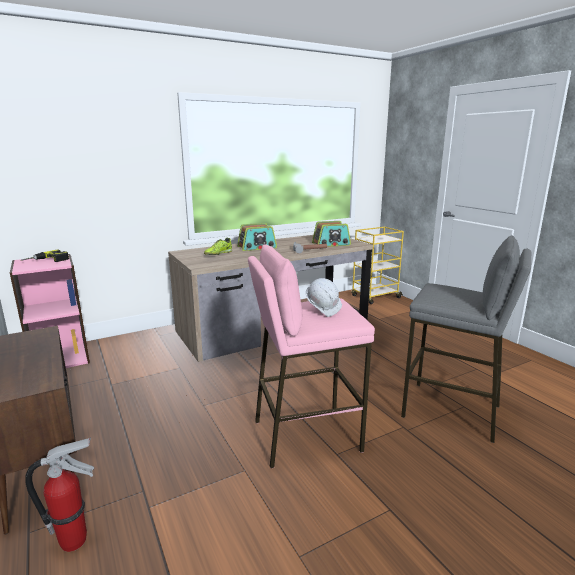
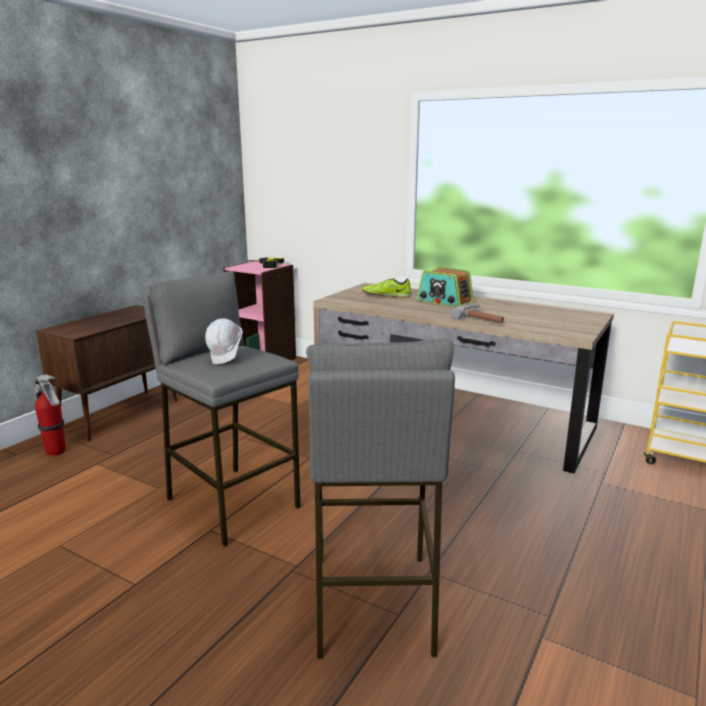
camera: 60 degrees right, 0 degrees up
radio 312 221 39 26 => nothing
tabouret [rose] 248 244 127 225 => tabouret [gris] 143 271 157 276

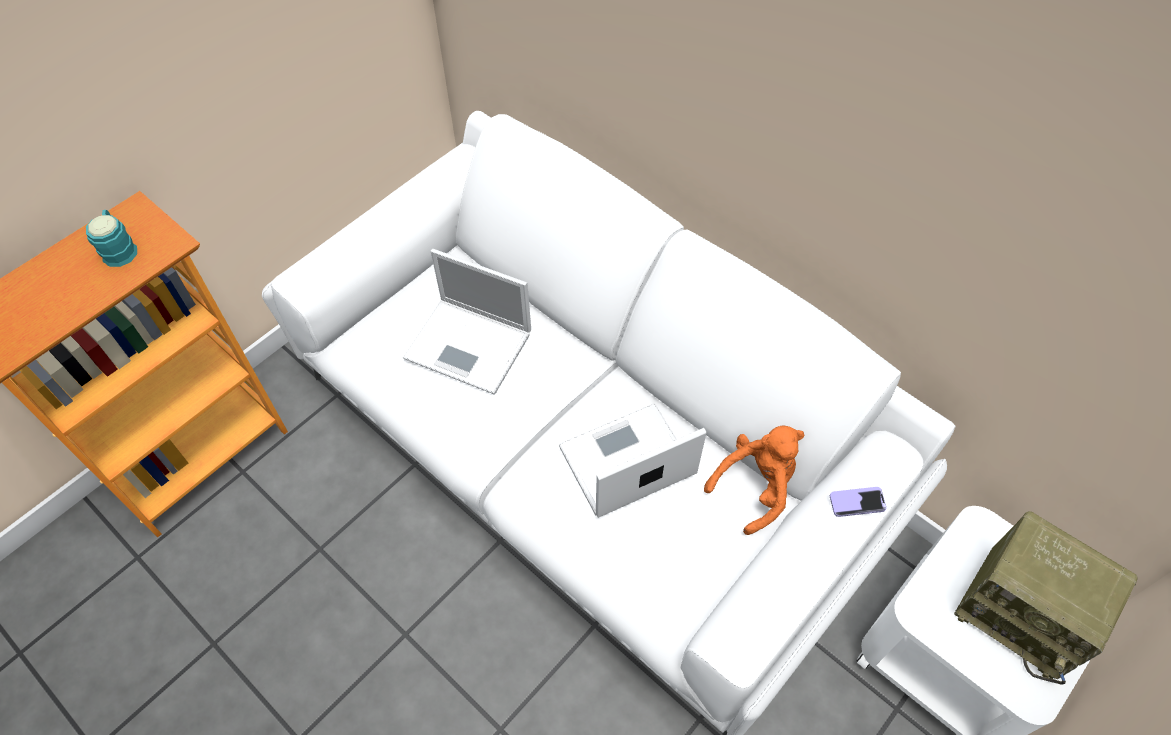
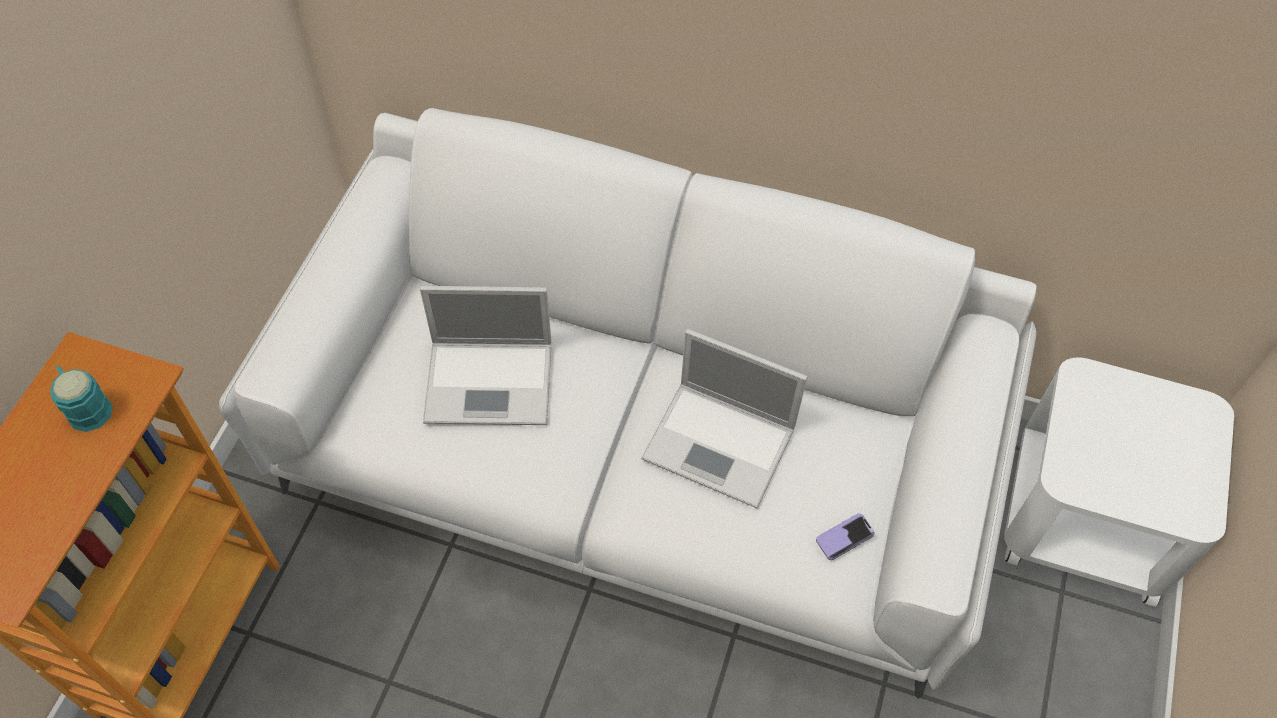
camera: 25 degrees left, 0 degrees up
peluche [orange] 704 426 101 109 => nothing
radio 954 511 183 174 => nothing
téléphone 830 487 57 30 => téléphone 816 513 59 47, move
ordinateur portable 559 403 147 115 => ordinateur portable 641 329 167 179, 105 degrees counterclockwise

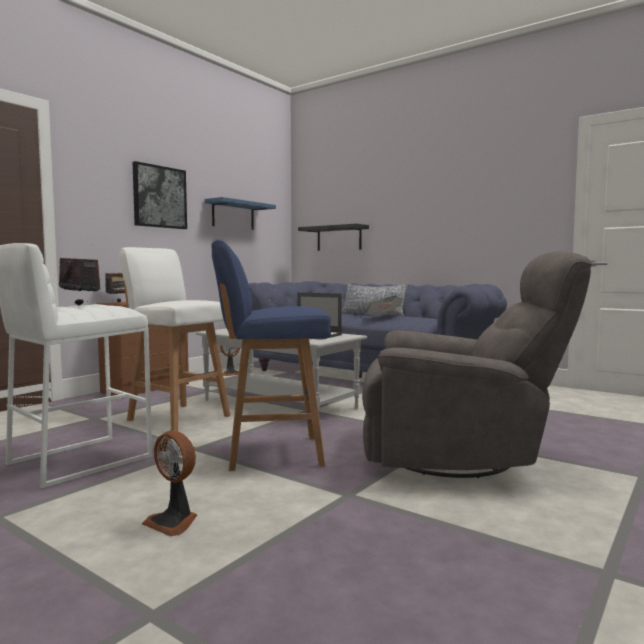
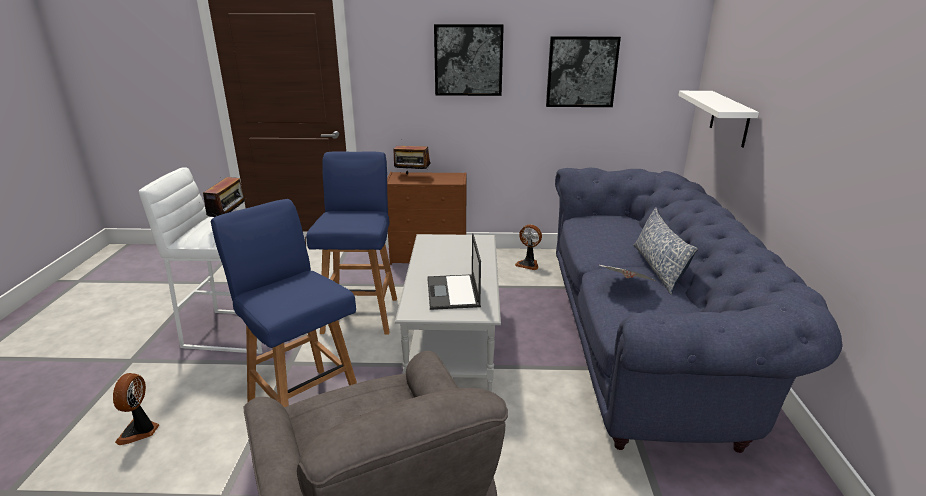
camera: 55 degrees right, 20 degrees up
étagère [bleu] 205 197 71 33 => tableau 546 36 75 71
tabouret [blanc] 119 247 111 184 => tabouret [bleu] 306 151 91 184
étagère [noir] 298 224 71 27 => étagère [blanc] 678 91 81 57

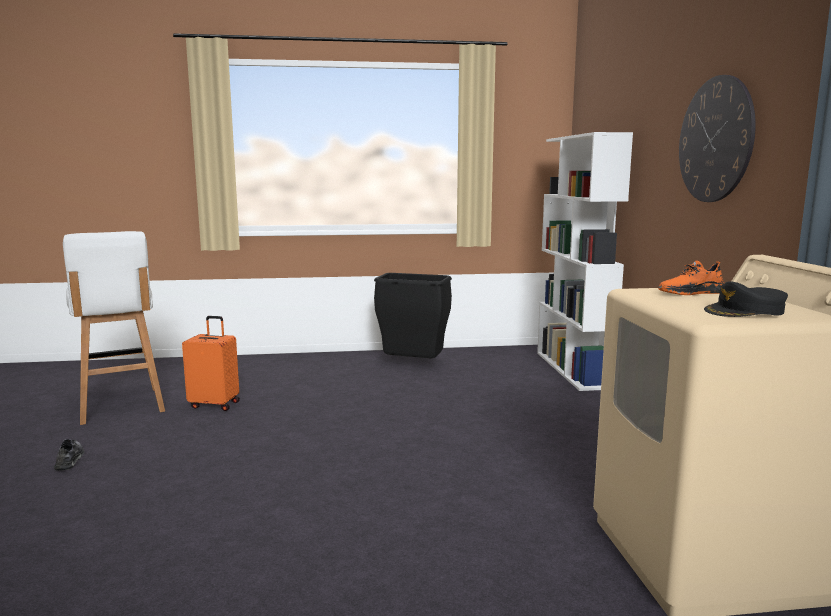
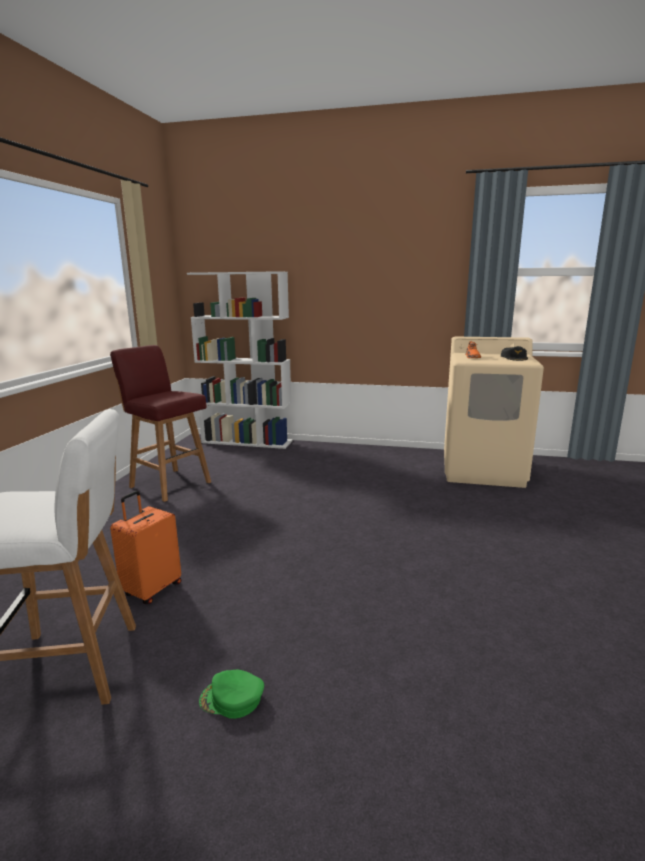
camera: 70 degrees left, 5 degrees up
horloge murale 679 75 77 127 => nothing
chaussure [gris] 54 439 30 32 => casquette [vert] 199 670 65 49
poubelle [noir] 374 273 78 86 => tabouret [rouge] 110 345 101 157

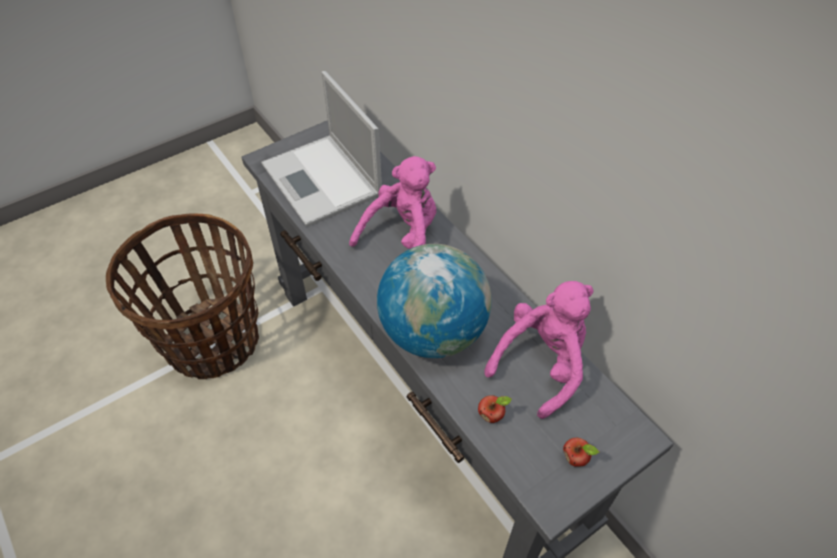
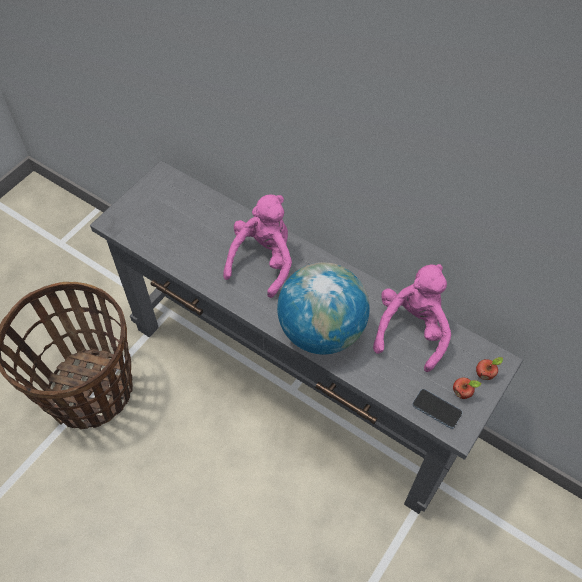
camera: 20 degrees left, 5 degrees up
ordinateur portable 261 71 121 156 => nothing
nothing => téléphone 412 389 50 40
pomme 478 395 34 28 => pomme 476 357 27 23, move

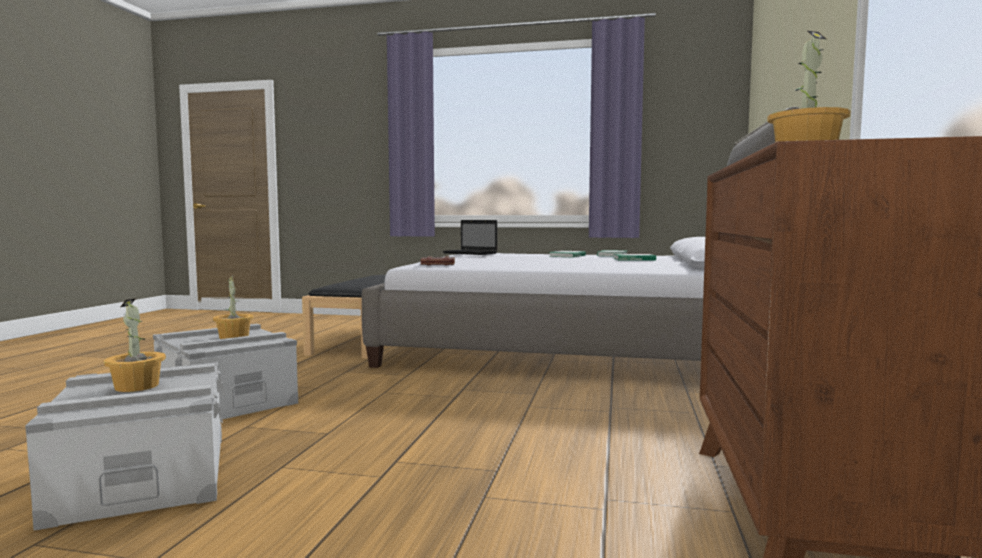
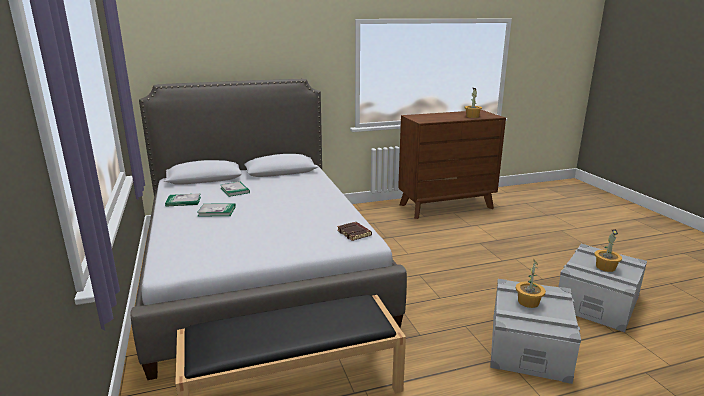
camera: 120 degrees left, 15 degrees up
ordinateur portable 443 220 54 35 => nothing

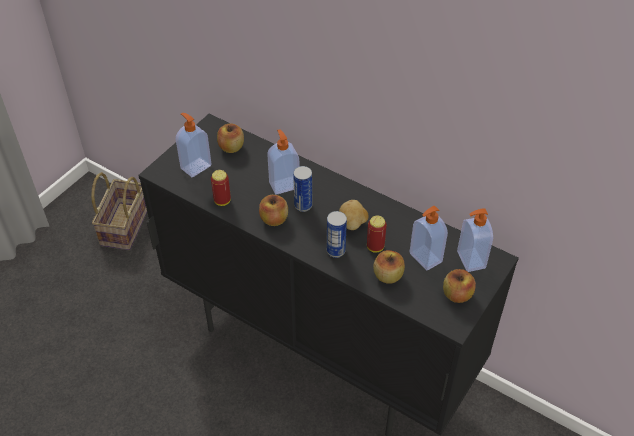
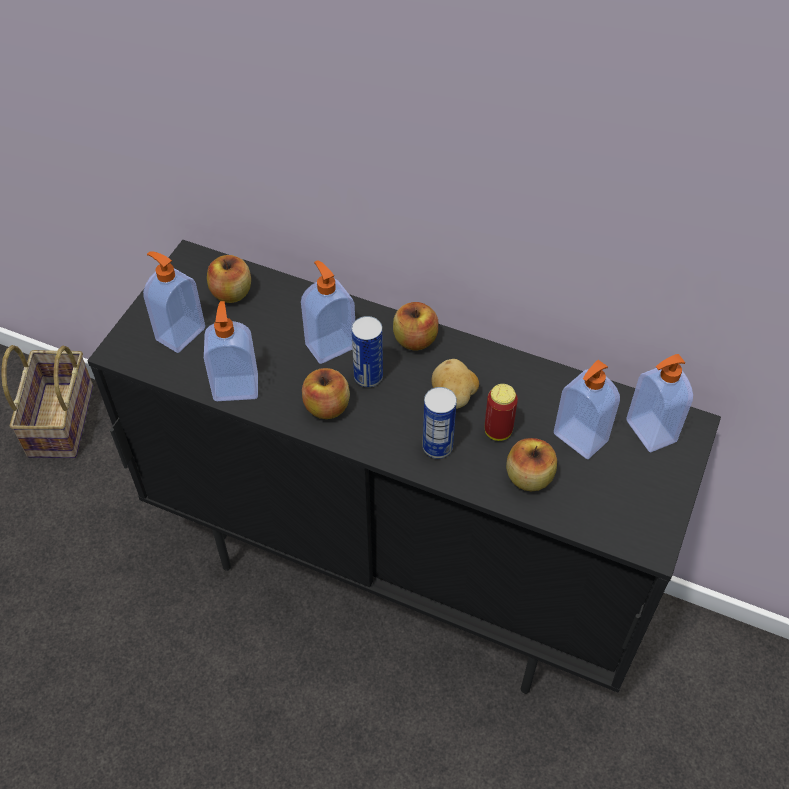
camera: 10 degrees left, 5 degrees up
pomme 443 269 33 34 => pomme 393 302 45 48, move
boîte métallique 211 170 20 36 => distributeur de savon 204 301 54 100

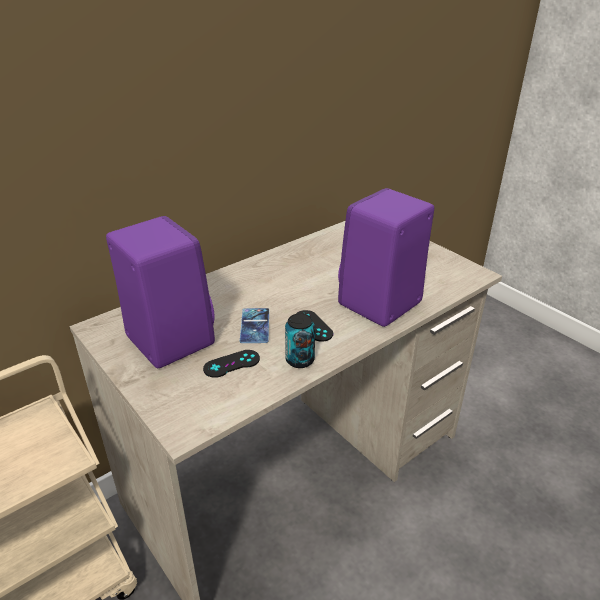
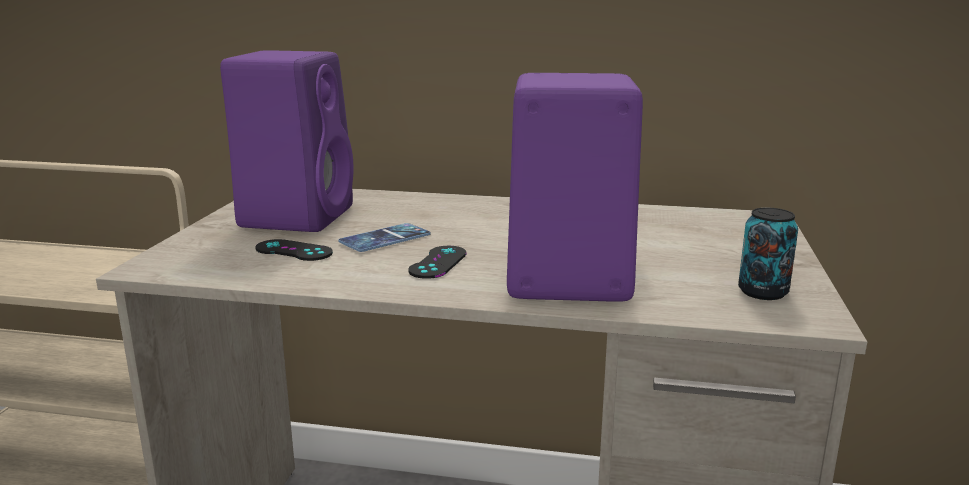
camera: 50 degrees right, 15 degrees down
boîte métallique 285 313 30 55 => boîte métallique 738 207 60 93, move

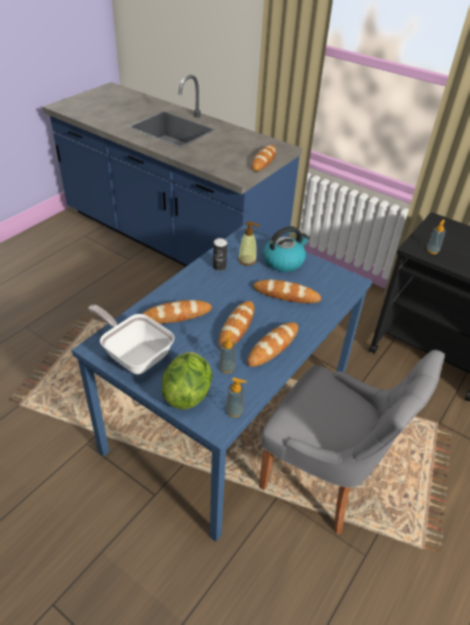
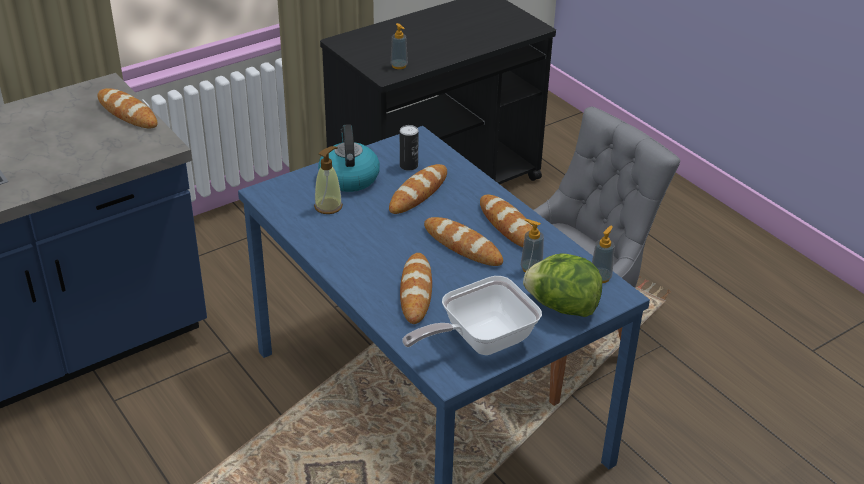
camera: 70 degrees left, 5 degrees down
boîte métallique 213 238 14 33 => boîte métallique 400 125 19 46, move

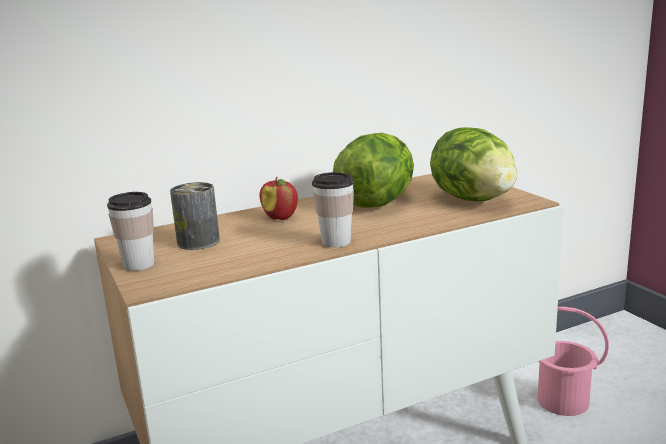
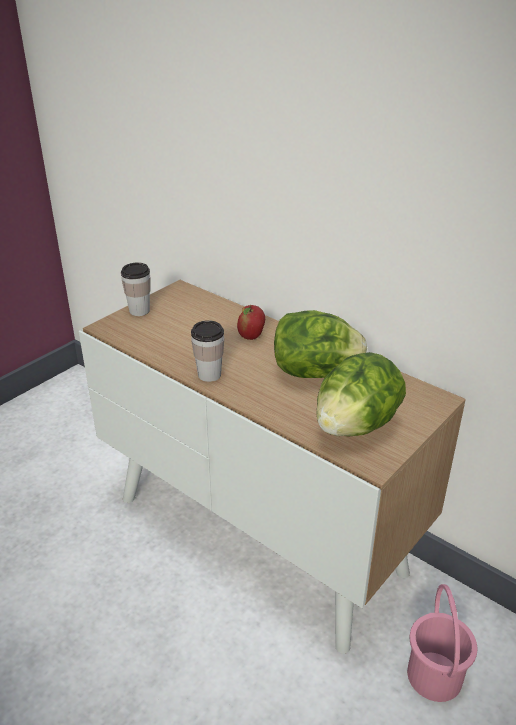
camera: 65 degrees right, 15 degrees up
boîte métallique 170 182 50 68 => nothing

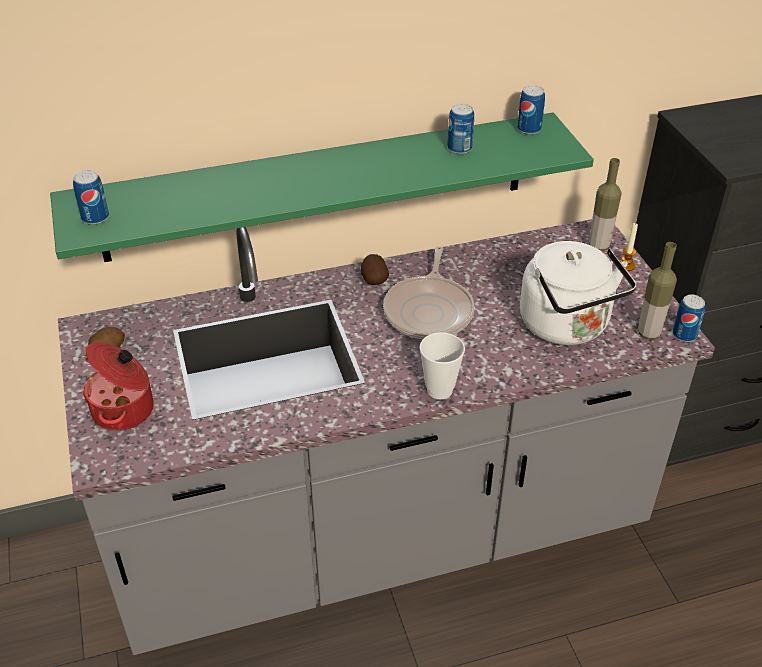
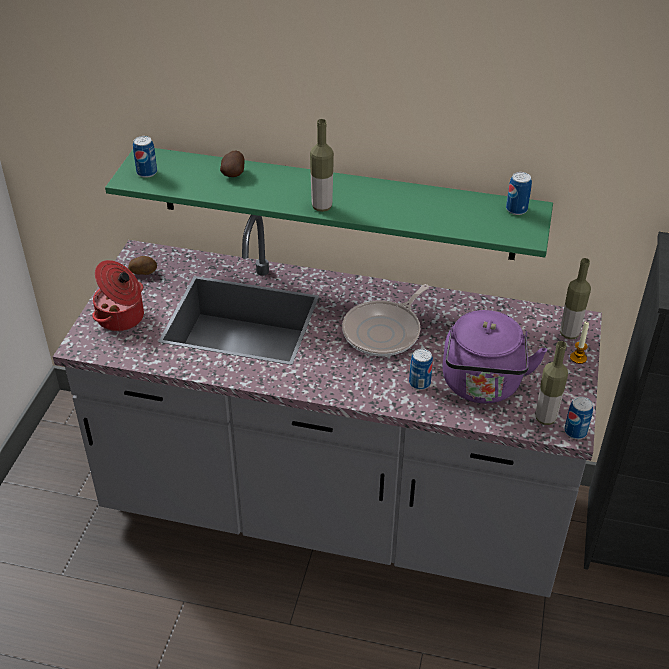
camera: 30 degrees right, 0 degrees up
tasse 419 332 46 67 => nothing
nothing => bouteille 310 119 24 93
pomme de terre 360 254 29 31 => pomme de terre 220 150 25 27, move
boîte métallique 447 104 27 50 => boîte métallique 409 349 24 41, move
bouilloire [blanc] 520 241 117 104 => bouilloire [violet] 442 310 105 94

